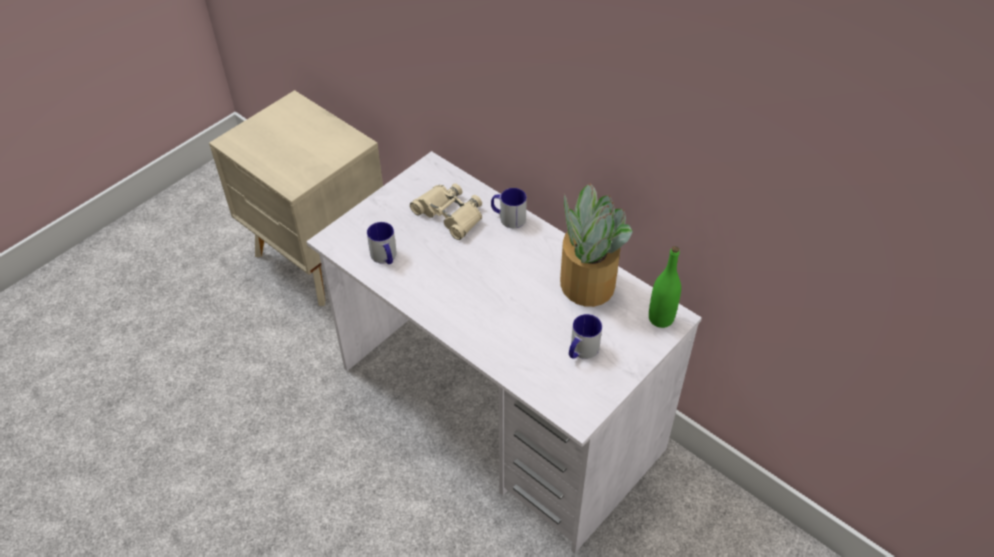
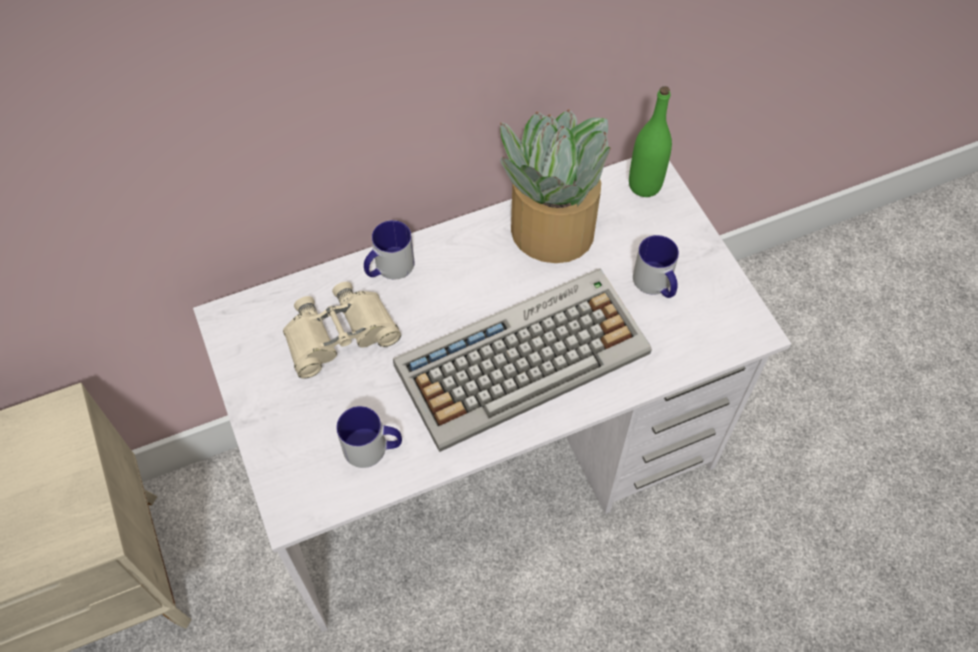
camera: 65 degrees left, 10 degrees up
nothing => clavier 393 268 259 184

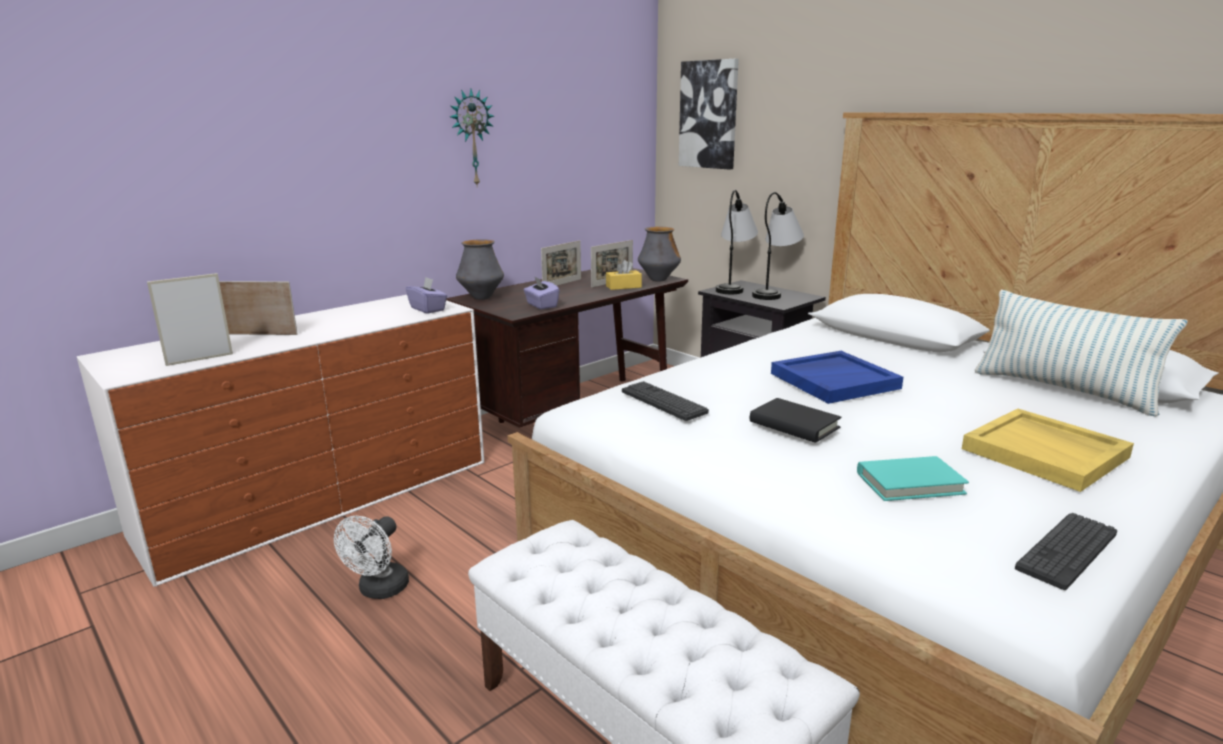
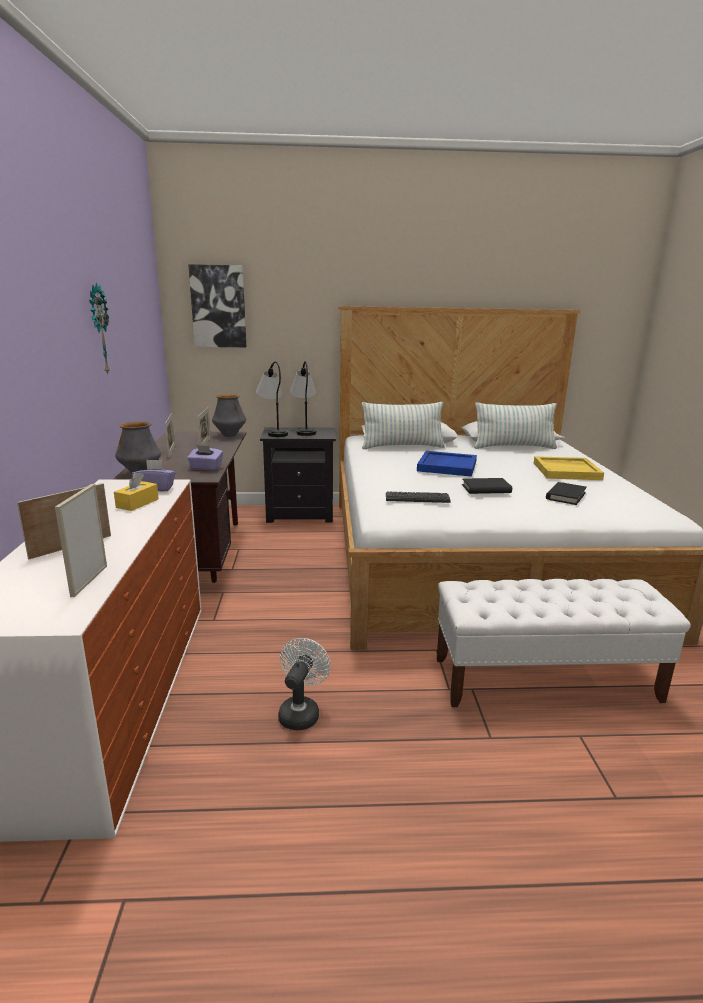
camera: 50 degrees left, 0 degrees up
clavier 1015 513 102 77 => nothing
nothing => coussin 362 402 83 47
boîte à mouchoirs [jaune] 606 260 36 30 => boîte à mouchoirs [jaune] 114 472 45 39, move
livre [turquoise] 857 456 112 45 => livre [noir] 546 482 41 23
ventilateur [blanc] 334 516 75 83 => ventilateur [blanc] 278 638 53 92, 135 degrees counterclockwise

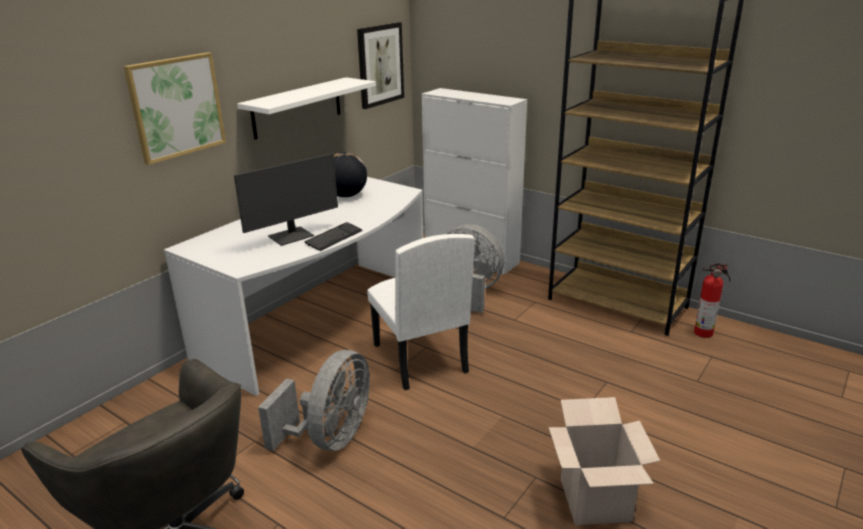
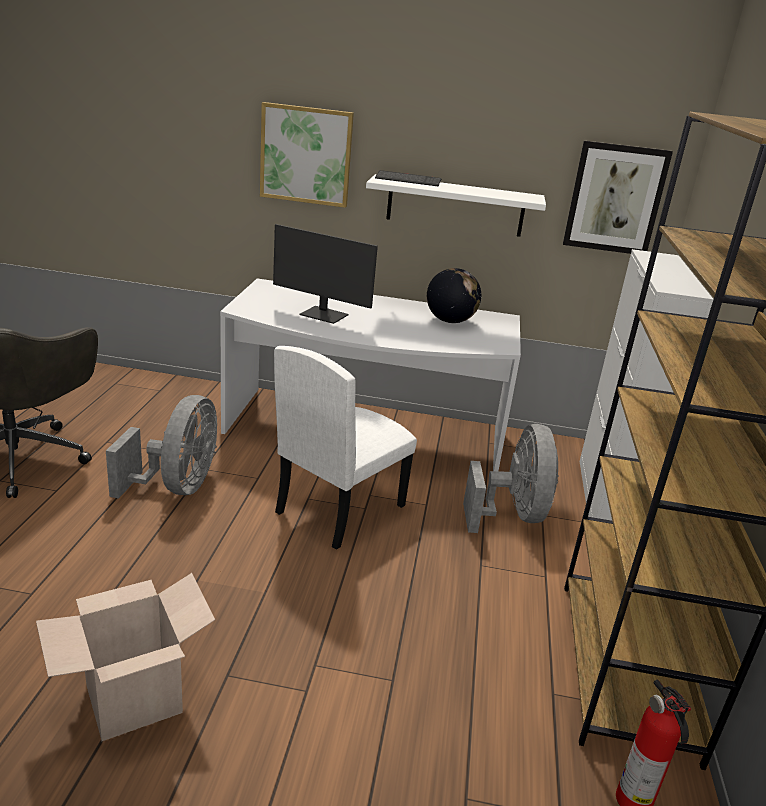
camera: 60 degrees right, 0 degrees up
clavier 305 222 58 29 => clavier 375 170 67 16, move
ventilateur [gris] 258 350 112 101 => ventilateur [gris] 106 395 111 104, 75 degrees counterclockwise

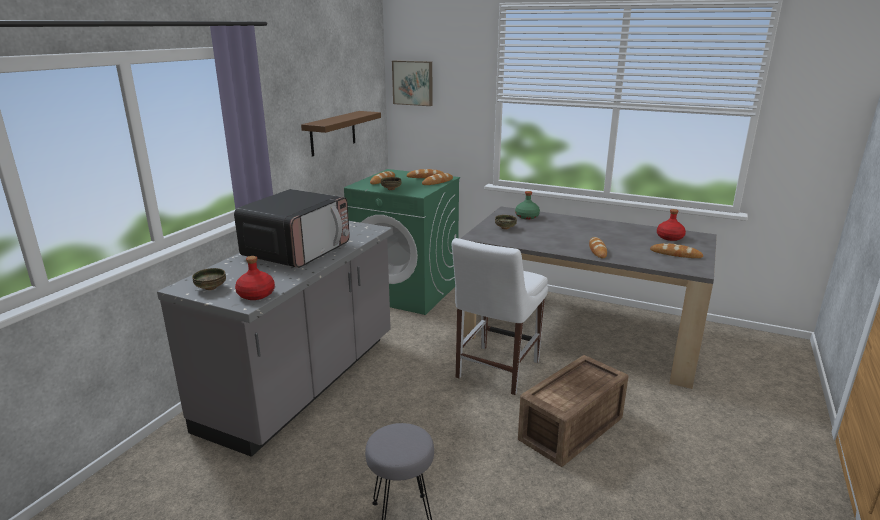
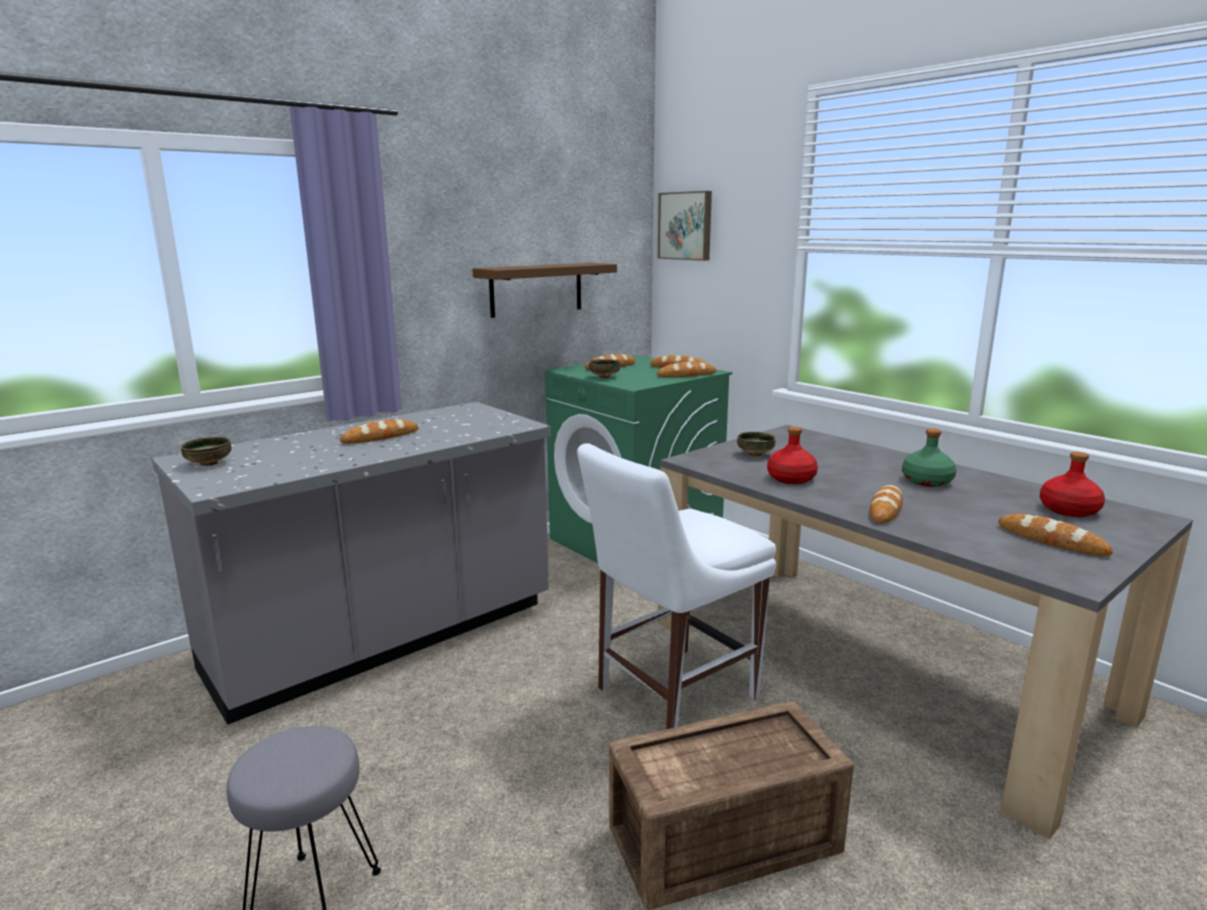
camera: 25 degrees right, 5 degrees down
bouteille [rouge] 235 256 40 44 => bouteille [rouge] 767 426 51 58, move
bouteille [vert] 515 191 25 28 => bouteille [vert] 902 428 54 59, move
micro-ondes 234 189 116 79 => pain 340 419 79 25

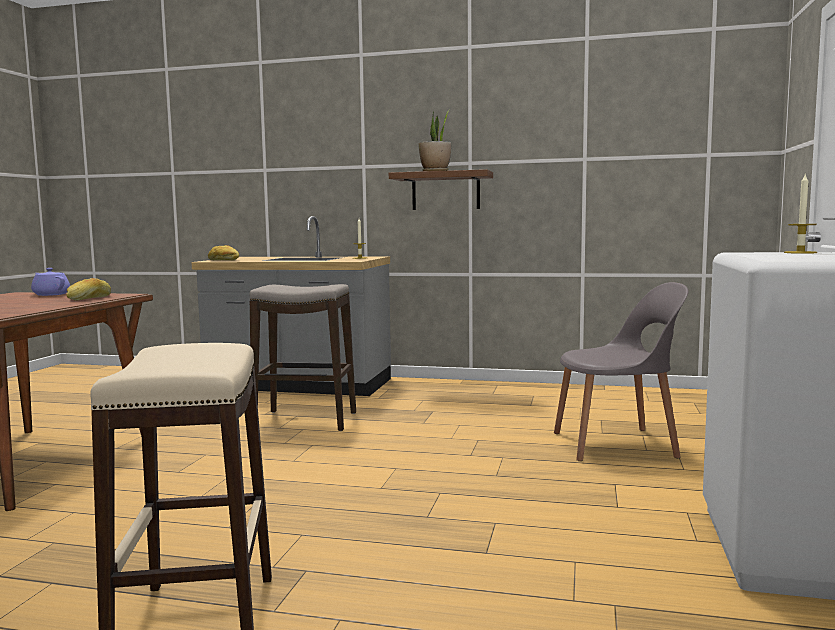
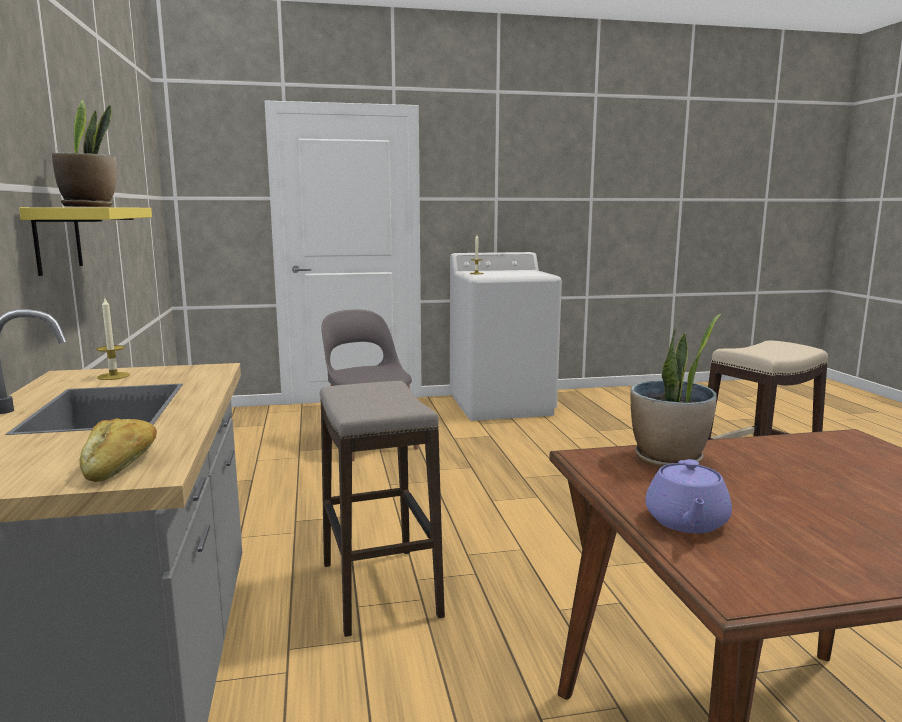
camera: 115 degrees left, 5 degrees up
pain 66 278 45 23 => plante en pot 630 314 91 154
étagère [marron] 389 169 104 41 => étagère [jaune] 19 207 133 69

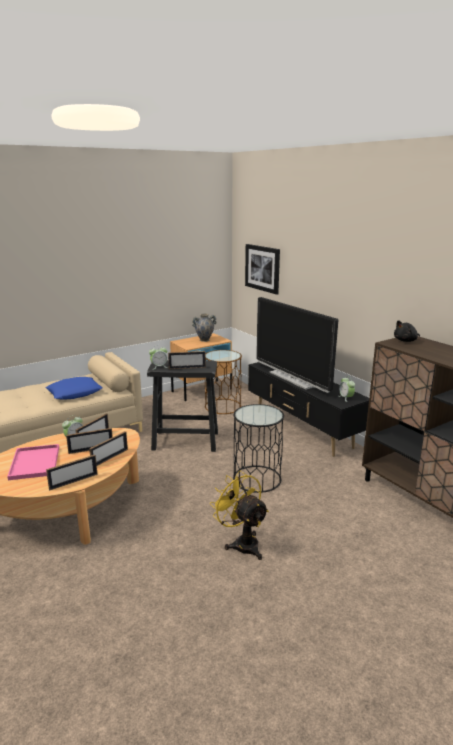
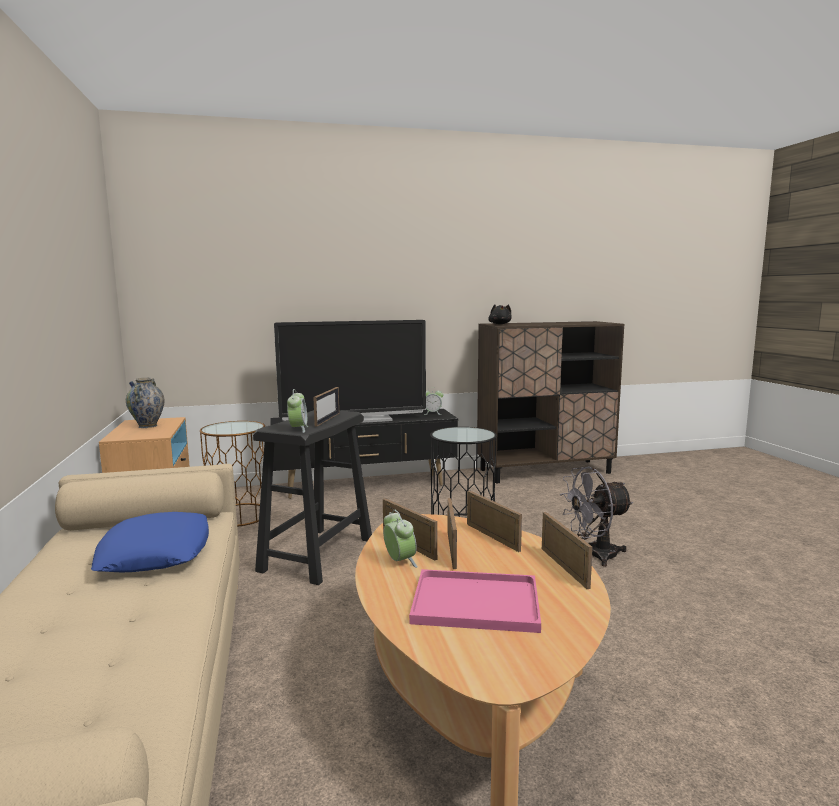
camera: 70 degrees left, 10 degrees down
tableau 245 244 35 51 => nothing
ventilateur [jaune] 210 471 59 89 => ventilateur [gris] 560 466 74 101

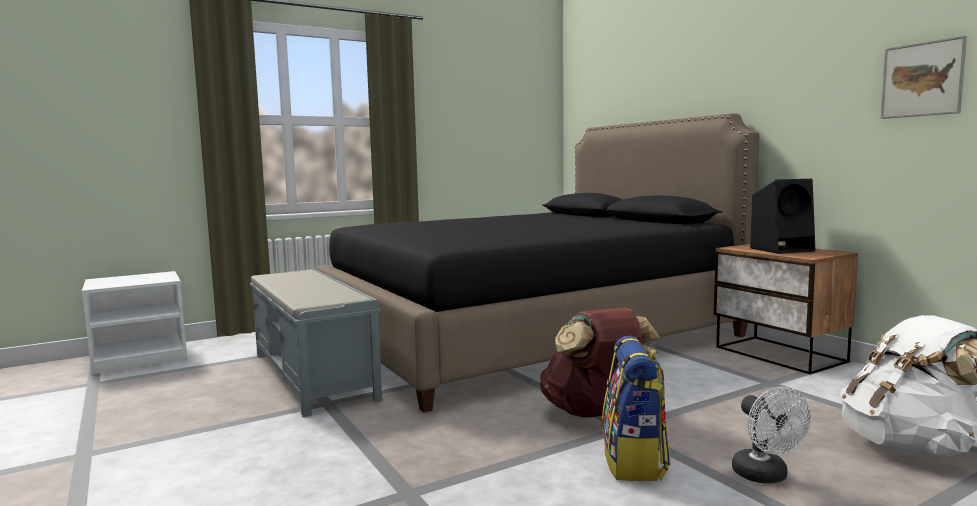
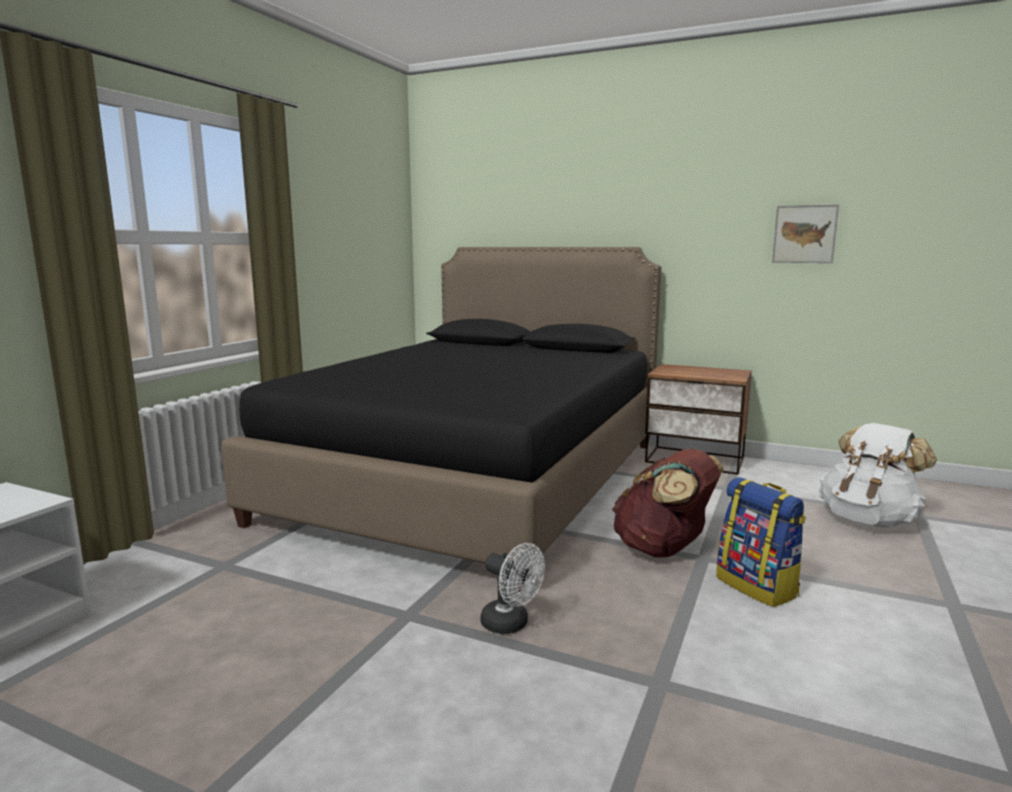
camera: 35 degrees left, 5 degrees up
banc [gris] 250 269 132 148 => nothing
enceinte [noir] 750 179 66 75 => nothing
ventilateur [blanc] 732 387 79 97 => ventilateur [blanc] 481 543 64 91, move

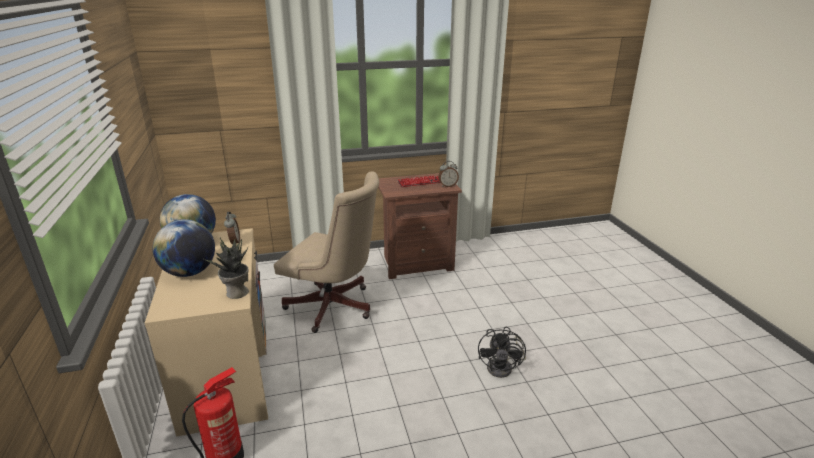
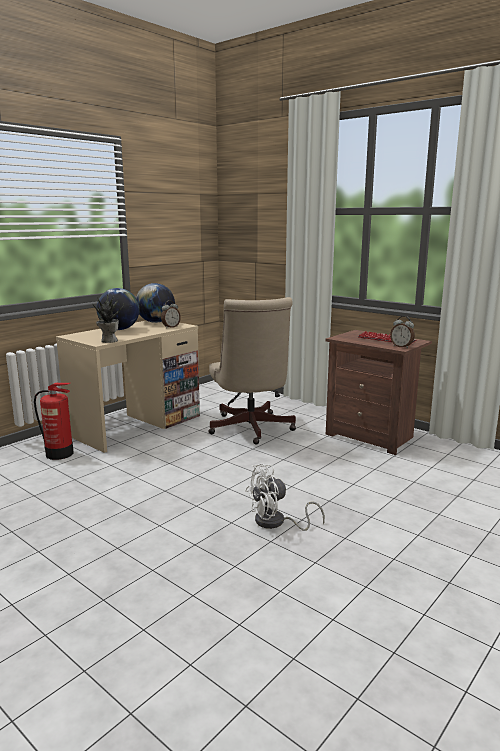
camera: 55 degrees right, 10 degrees down
ventilateur [noir] 478 327 48 51 => ventilateur [blanc] 245 464 80 67

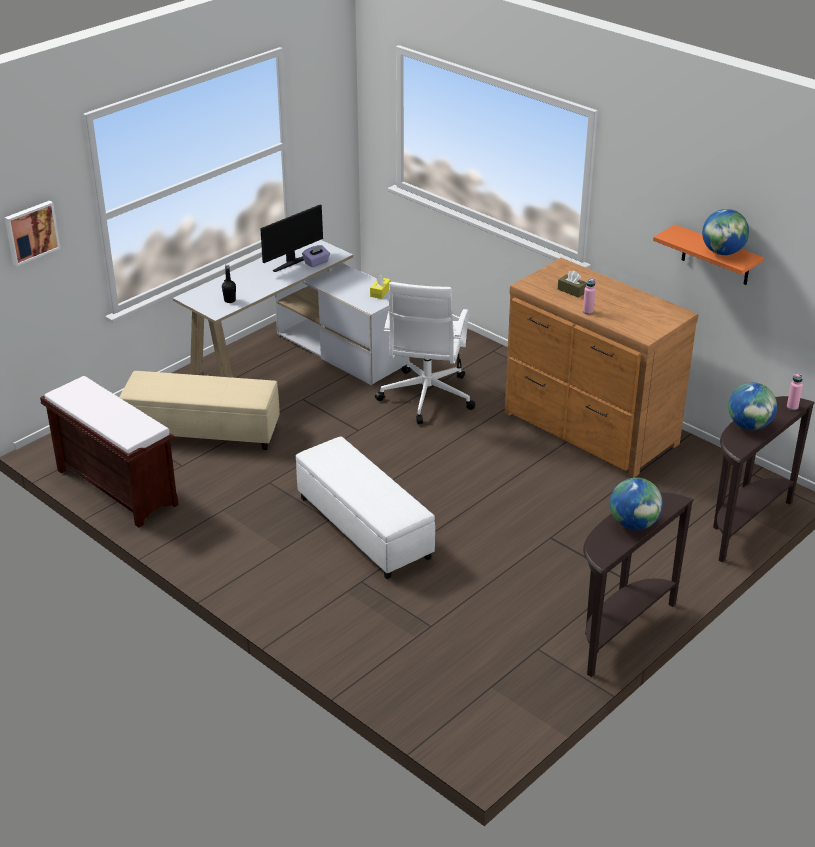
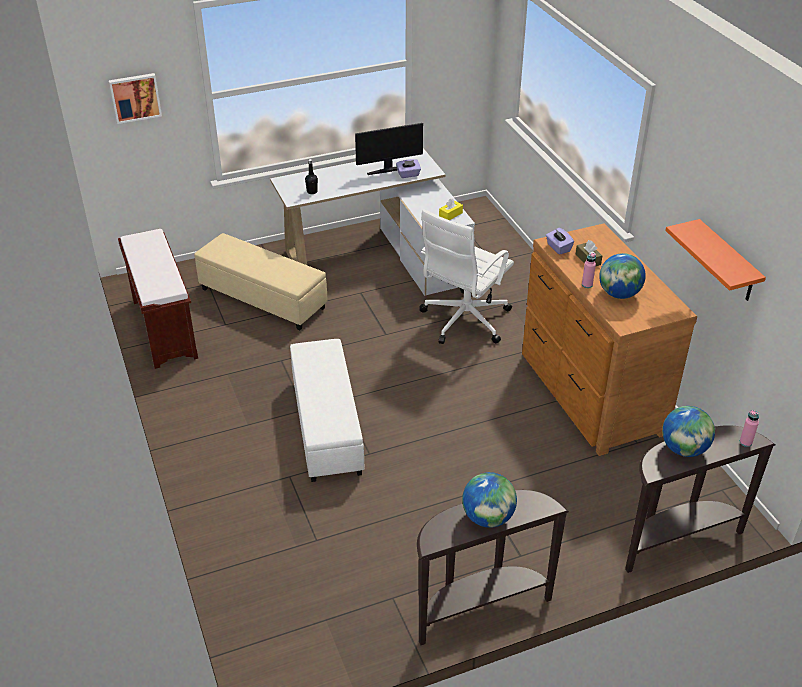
camera: 25 degrees right, 5 degrees up
nothing => boîte à mouchoirs [violet] 546 228 28 27
globe 702 209 47 46 => globe 599 253 47 46, move

